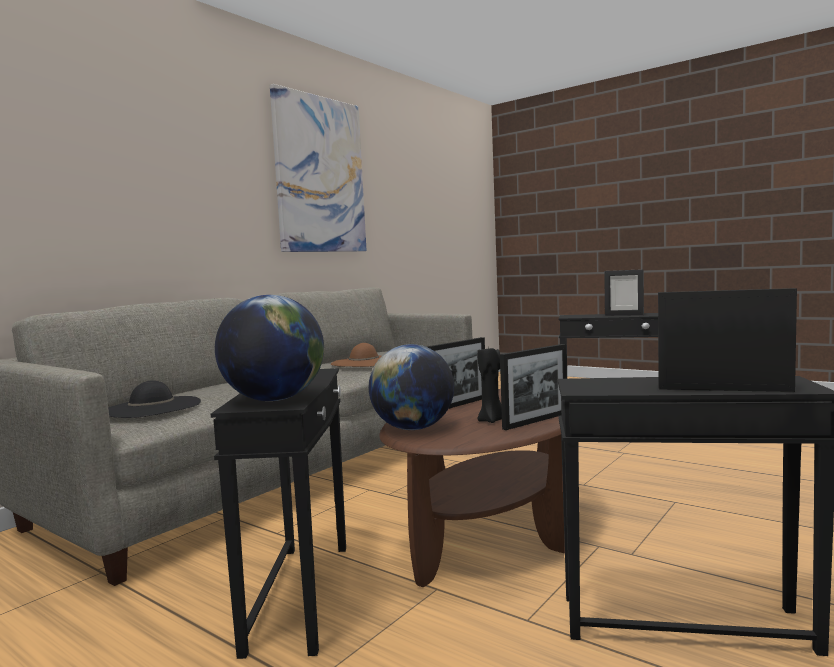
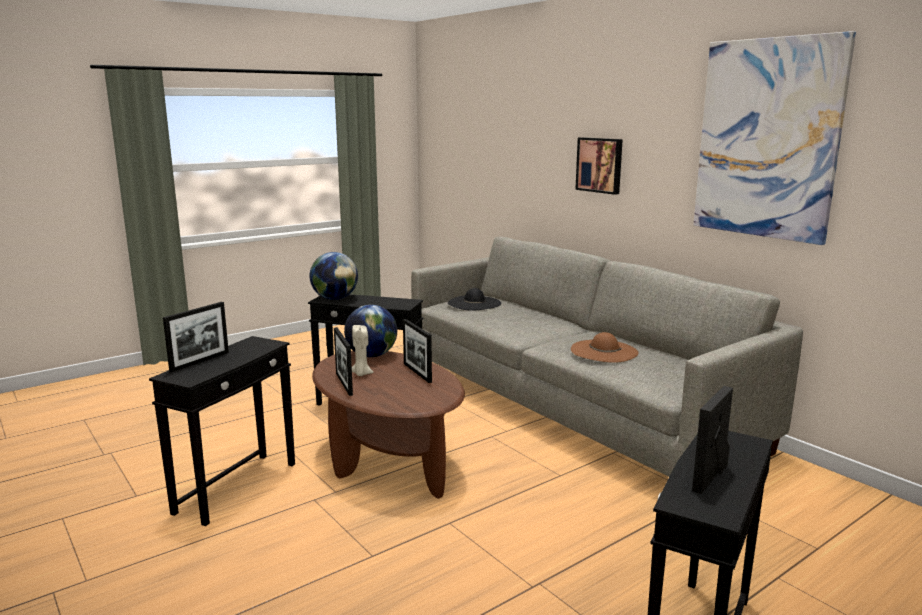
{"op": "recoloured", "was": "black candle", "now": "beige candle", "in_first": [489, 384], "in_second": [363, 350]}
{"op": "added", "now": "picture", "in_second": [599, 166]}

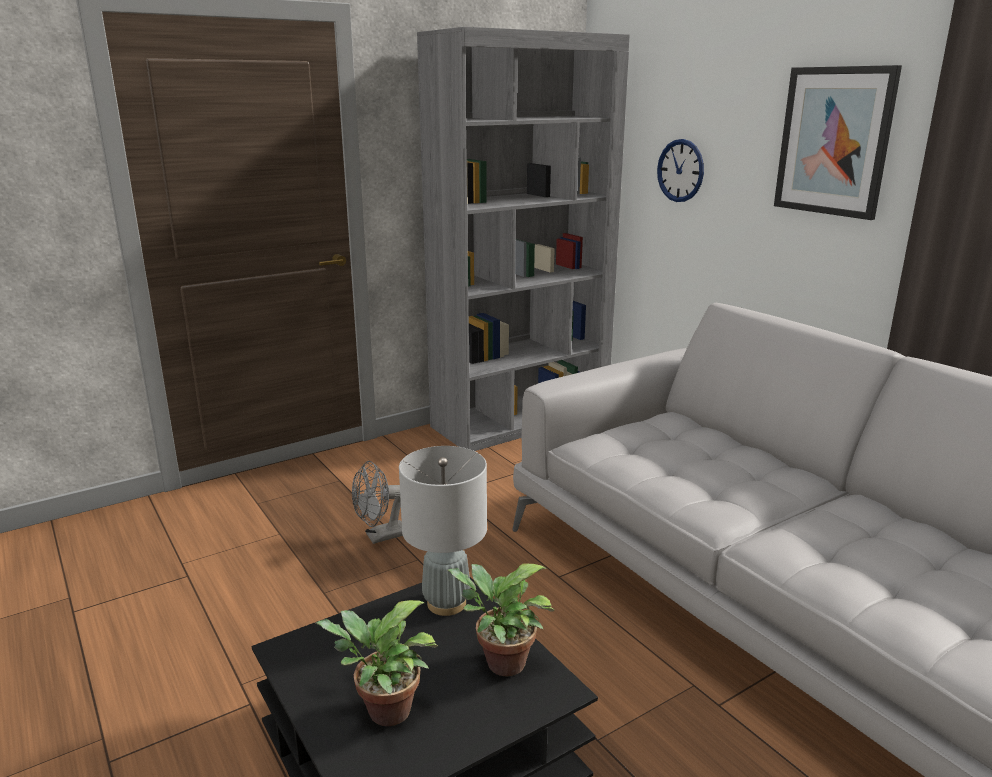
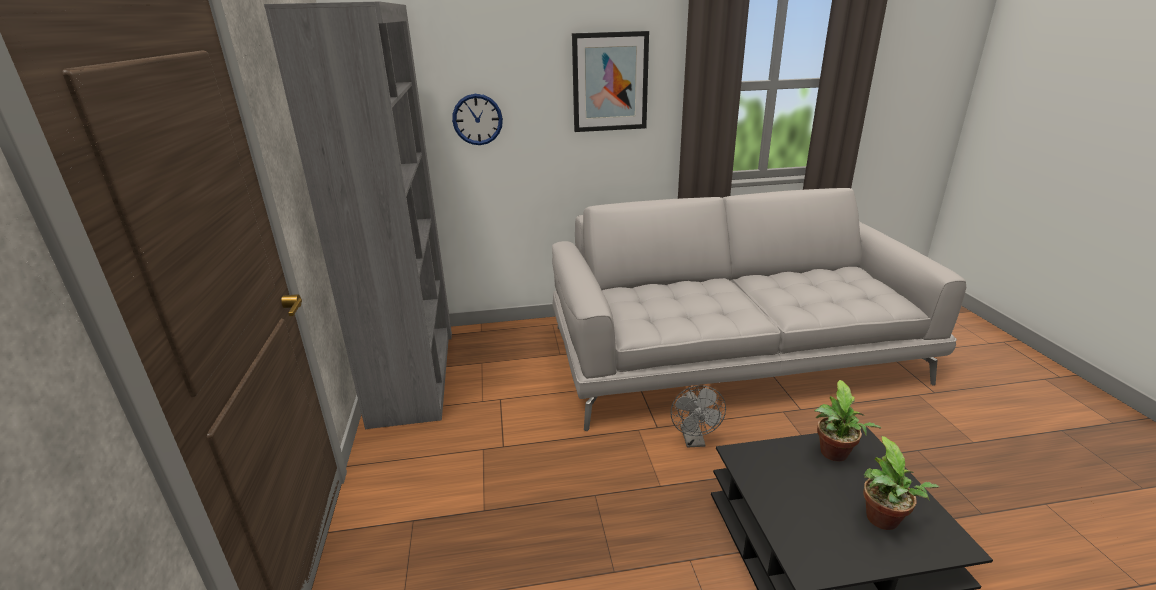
{"op": "moved", "was": "grey fan", "in_first": [377, 502], "in_second": [698, 416]}
{"op": "removed", "was": "grey table lamp", "in_first": [443, 531]}

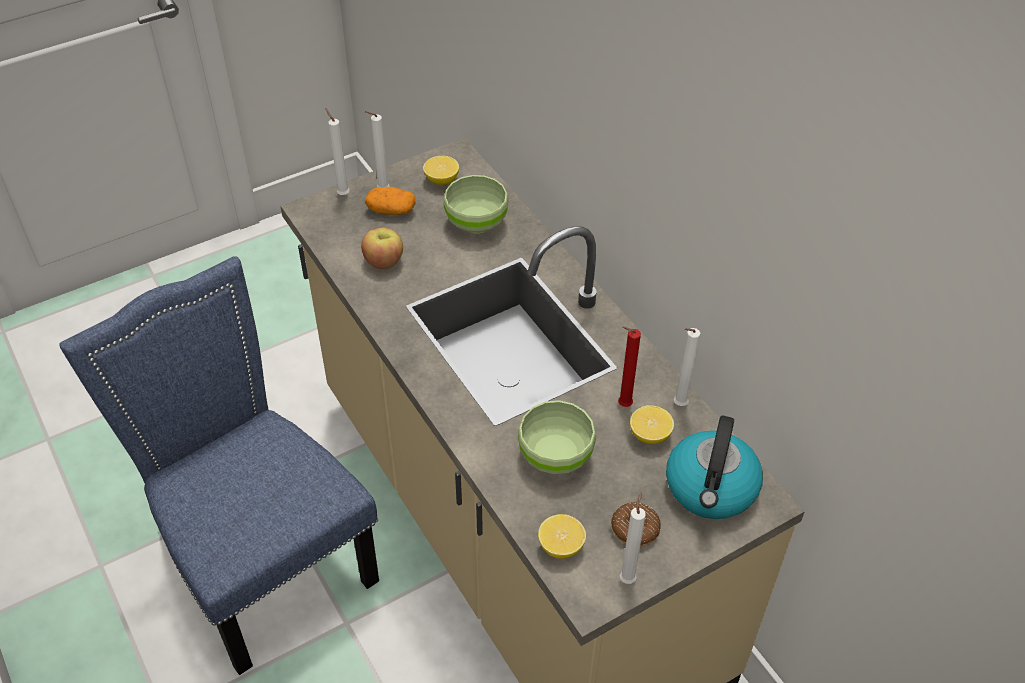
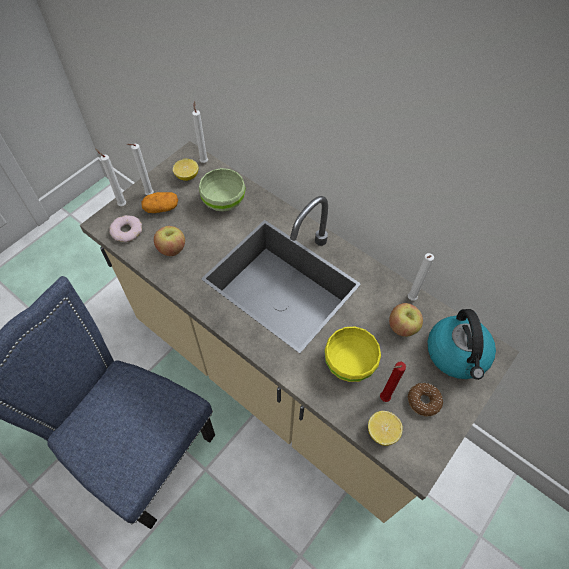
{"op": "added", "now": "donut", "in_second": [125, 228]}
{"op": "moved", "was": "white candle", "in_first": [633, 538], "in_second": [200, 132]}
{"op": "recoloured", "was": "green bowl", "now": "yellow bowl", "in_first": [557, 437], "in_second": [353, 354]}
{"op": "moved", "was": "red candle", "in_first": [629, 366], "in_second": [393, 381]}
{"op": "replaced", "was": "lemon", "now": "apple", "in_first": [652, 424], "in_second": [406, 320]}

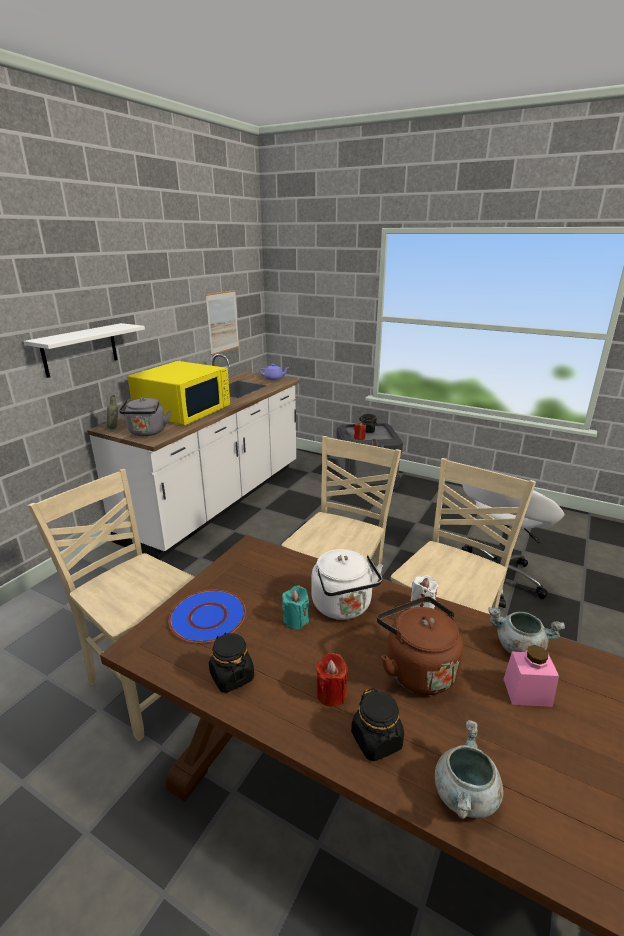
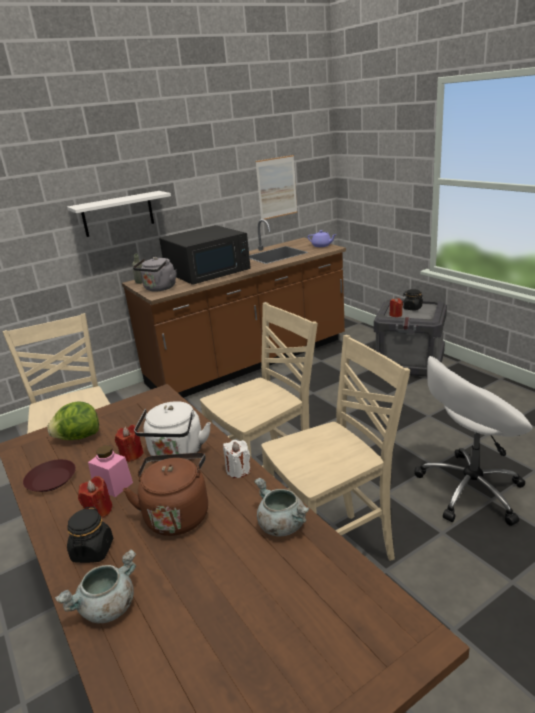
{"op": "replaced", "was": "black jar", "now": "brown plate", "in_first": [231, 663], "in_second": [49, 475]}
{"op": "replaced", "was": "blue plate", "now": "lettuce", "in_first": [207, 616], "in_second": [73, 420]}
{"op": "moved", "was": "pink jar", "in_first": [531, 676], "in_second": [110, 471]}
{"op": "recoloured", "was": "turquoise candle", "now": "red candle", "in_first": [295, 607], "in_second": [129, 443]}
{"op": "recoloured", "was": "white counter", "now": "brown counter", "in_first": [193, 456], "in_second": [234, 308]}
{"op": "recoloured", "was": "yellow microwave", "now": "black microwave", "in_first": [178, 393], "in_second": [205, 255]}

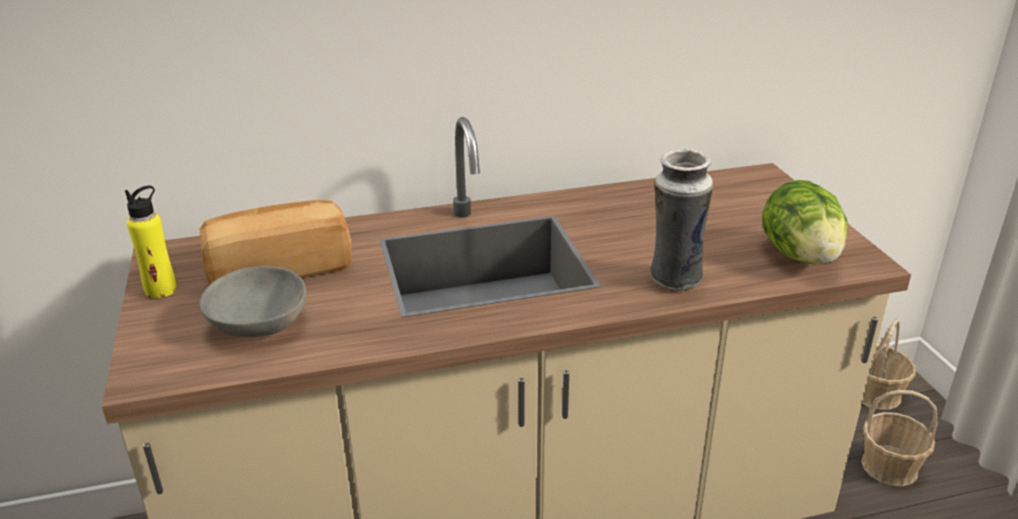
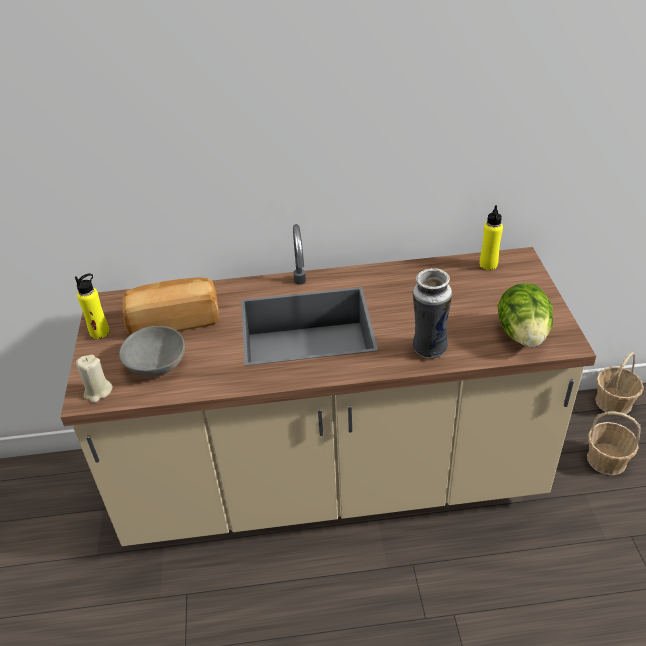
{"op": "added", "now": "beige candle", "in_second": [94, 378]}
{"op": "added", "now": "yellow bottle", "in_second": [491, 237]}

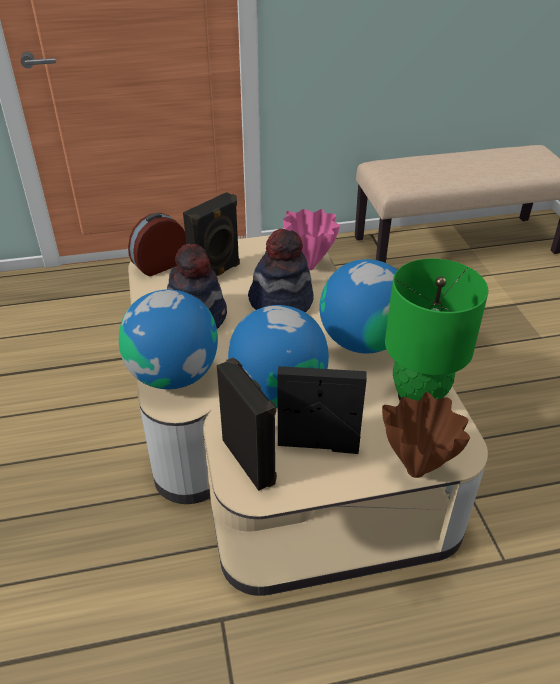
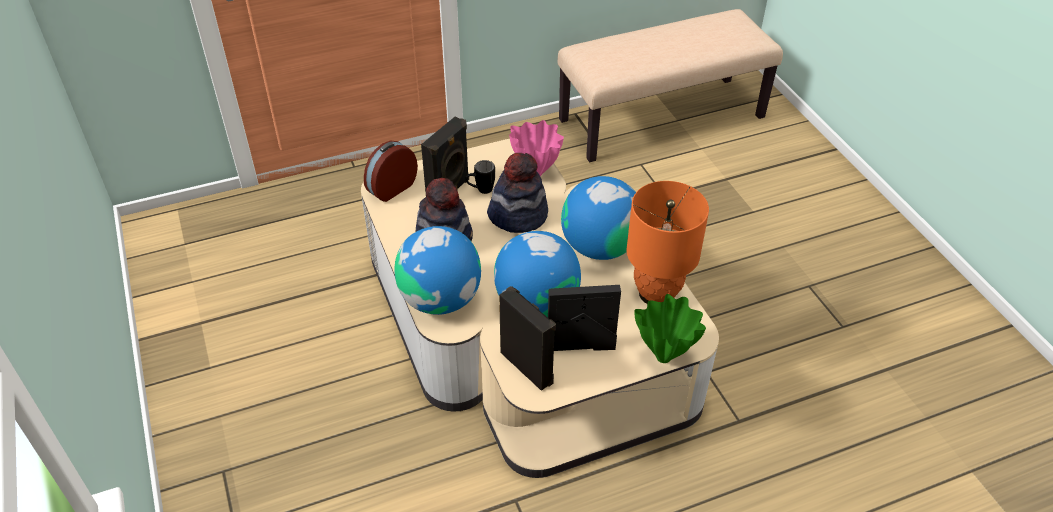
{"op": "added", "now": "black mug", "in_second": [480, 177]}
{"op": "recoloured", "was": "green table lamp", "now": "orange table lamp", "in_first": [436, 329], "in_second": [668, 242]}
{"op": "recoloured", "was": "brown vase", "now": "green vase", "in_first": [426, 435], "in_second": [670, 328]}

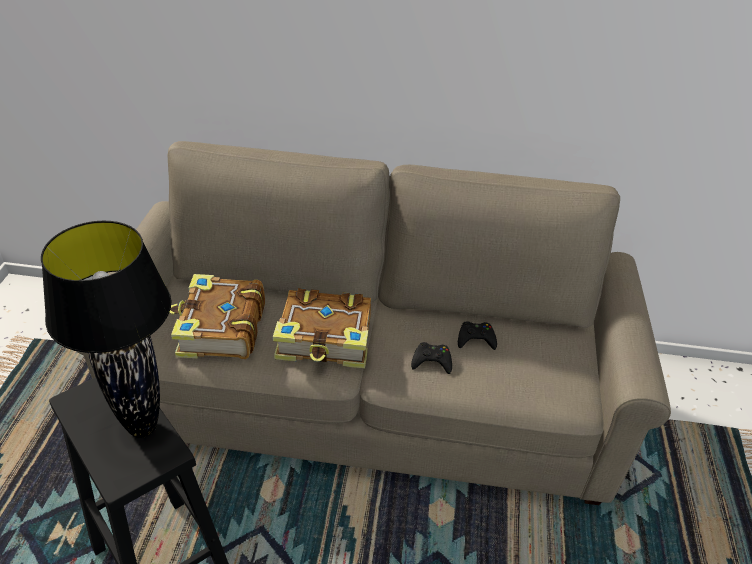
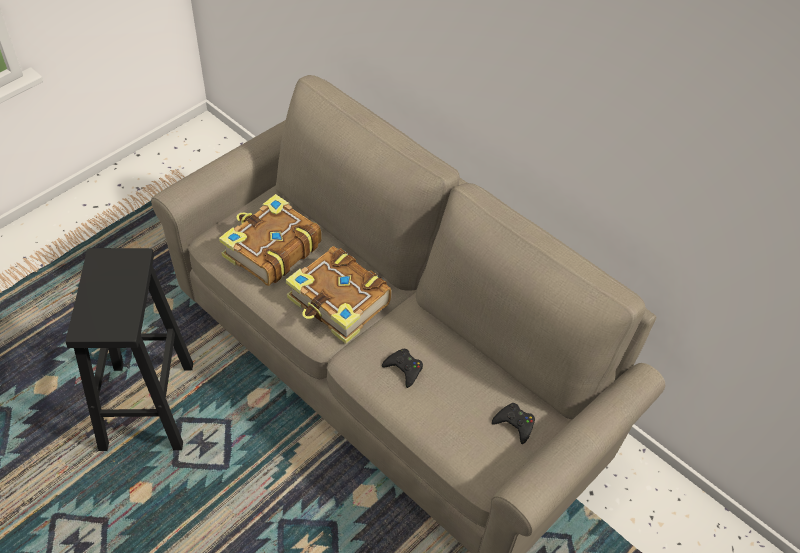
{"op": "moved", "was": "black game controller", "in_first": [477, 336], "in_second": [513, 423]}
{"op": "removed", "was": "black table lamp", "in_first": [106, 329]}

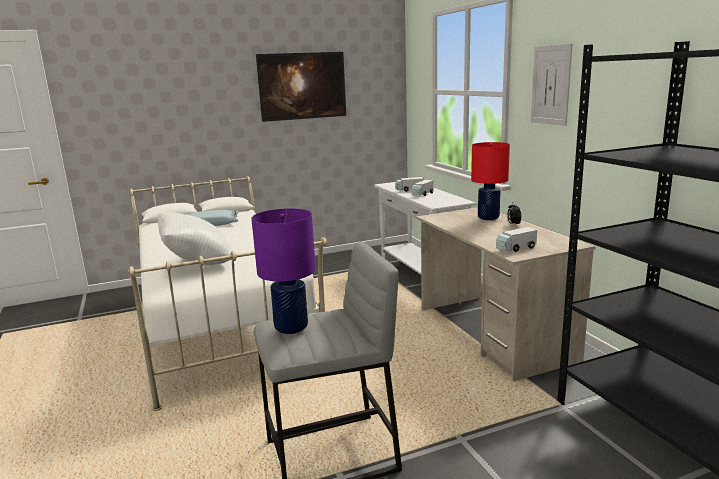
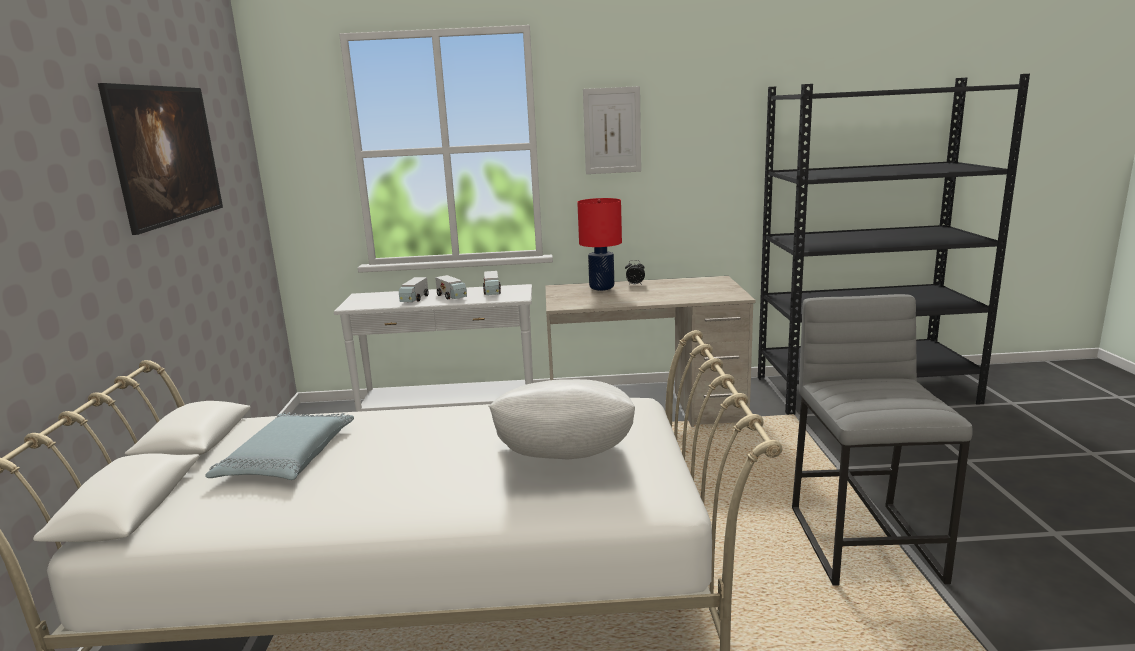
{"op": "moved", "was": "toy truck", "in_first": [516, 239], "in_second": [492, 283]}
{"op": "removed", "was": "purple table lamp", "in_first": [283, 271]}

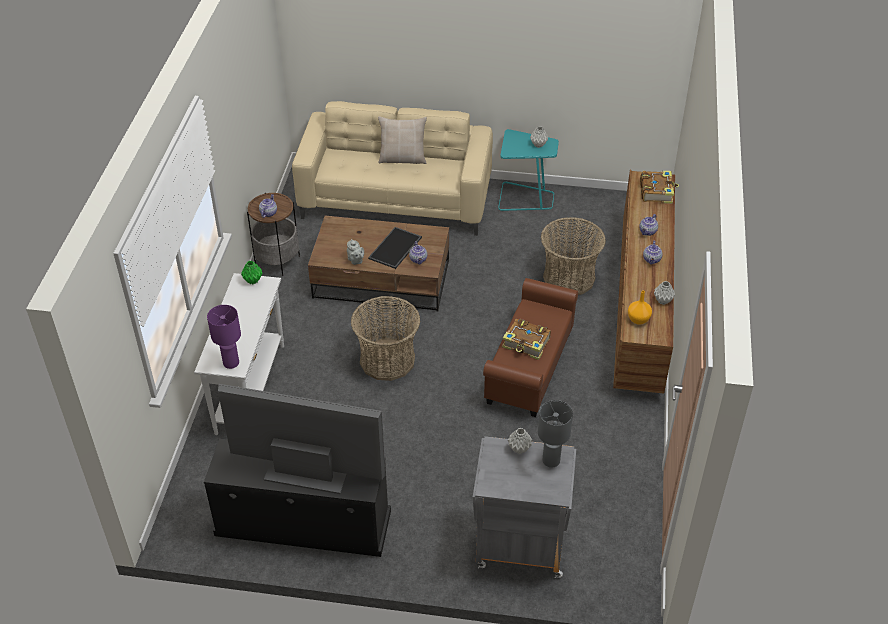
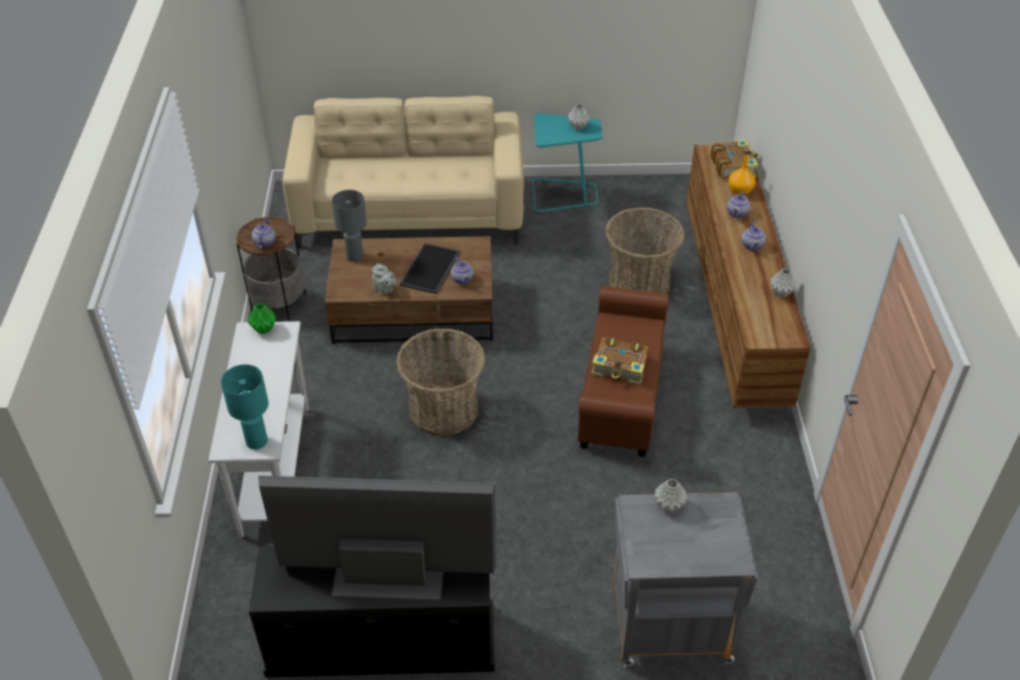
{"op": "recoloured", "was": "purple table lamp", "now": "turquoise table lamp", "in_first": [224, 337], "in_second": [245, 406]}
{"op": "moved", "was": "grey table lamp", "in_first": [555, 434], "in_second": [349, 226]}
{"op": "moved", "was": "orange vase", "in_first": [640, 308], "in_second": [742, 175]}
{"op": "removed", "was": "beige pillow", "in_first": [402, 140]}

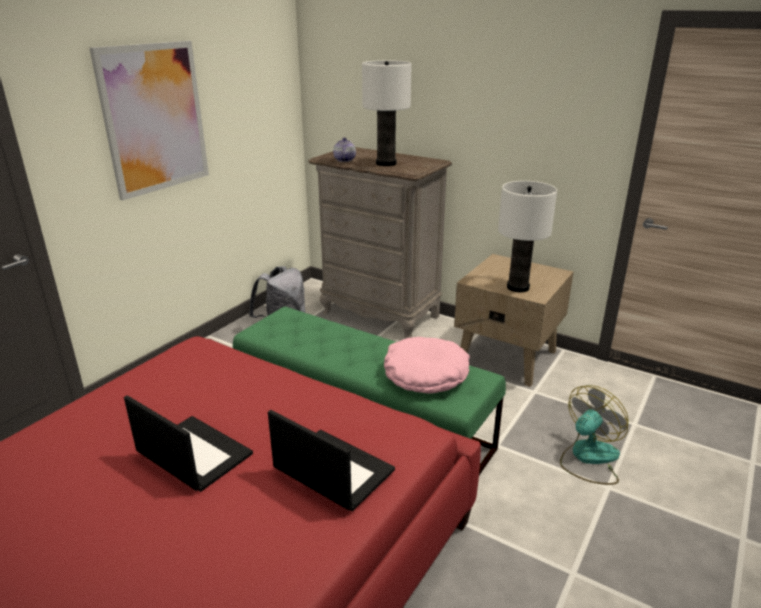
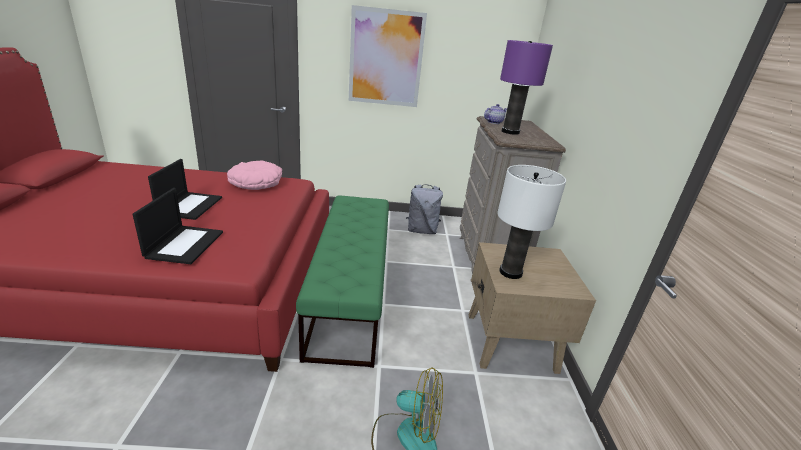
{"op": "moved", "was": "pink pillow", "in_first": [427, 365], "in_second": [254, 175]}
{"op": "recoloured", "was": "white table lamp", "now": "purple table lamp", "in_first": [387, 113], "in_second": [526, 87]}

